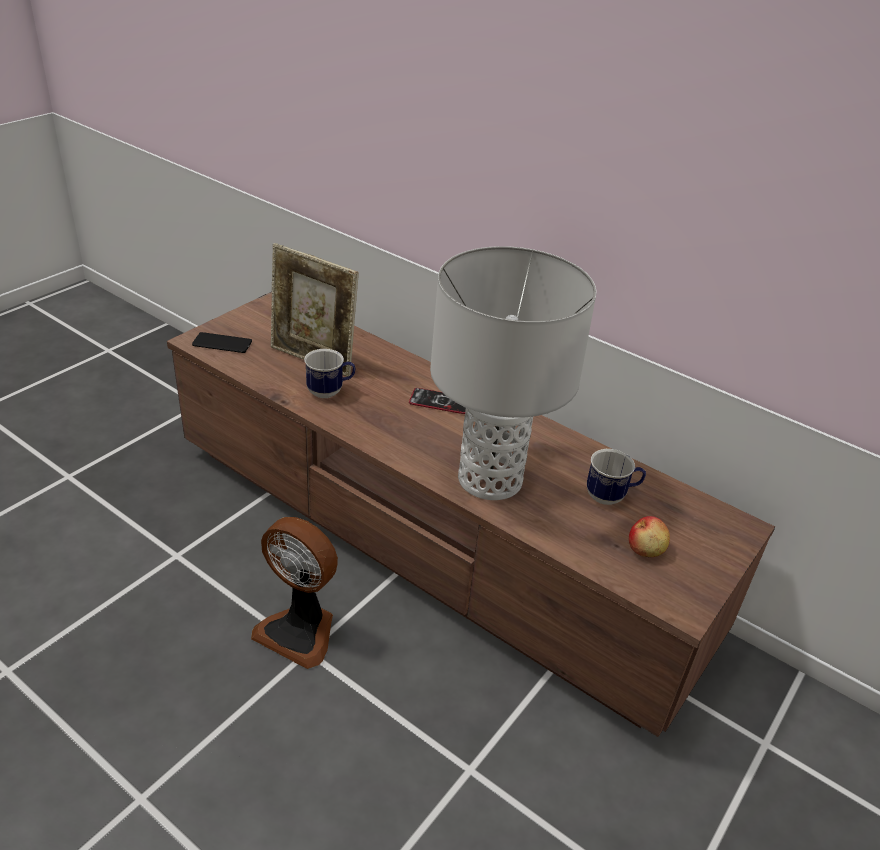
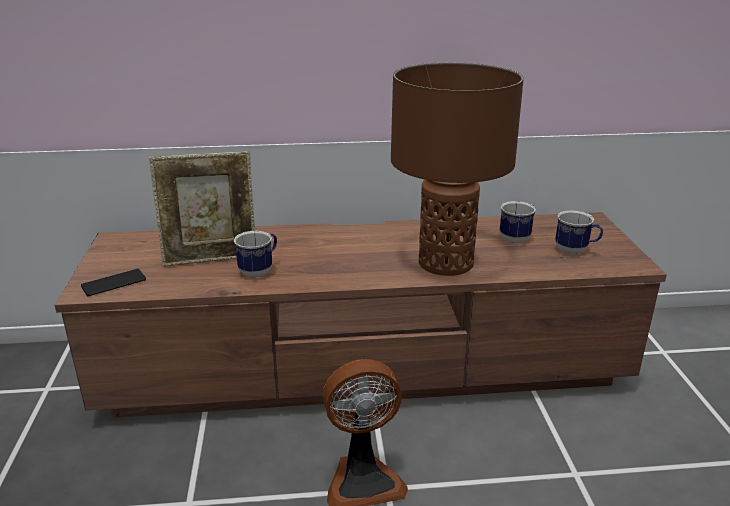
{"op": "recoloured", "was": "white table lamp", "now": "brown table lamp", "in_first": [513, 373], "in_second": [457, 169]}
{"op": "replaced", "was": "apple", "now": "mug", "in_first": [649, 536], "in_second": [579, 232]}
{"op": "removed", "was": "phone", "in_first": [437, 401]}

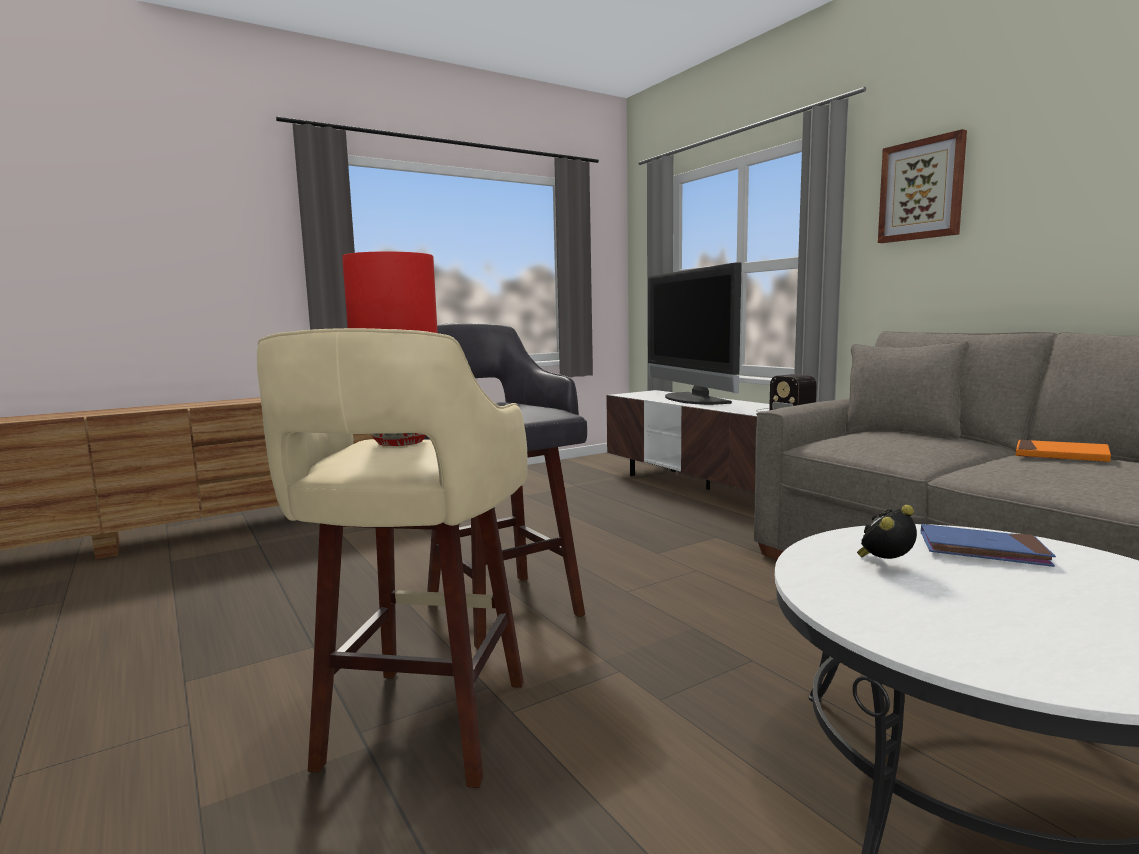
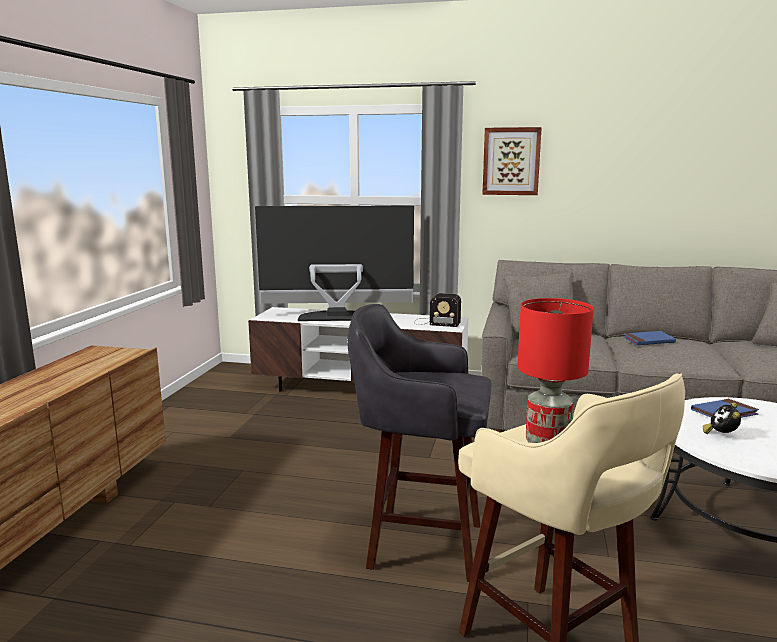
{"op": "turned", "was": "television", "in_first": [695, 333], "in_second": [334, 263], "clockwise": 150}
{"op": "recoloured", "was": "orange book", "now": "blue book", "in_first": [1063, 451], "in_second": [649, 338]}

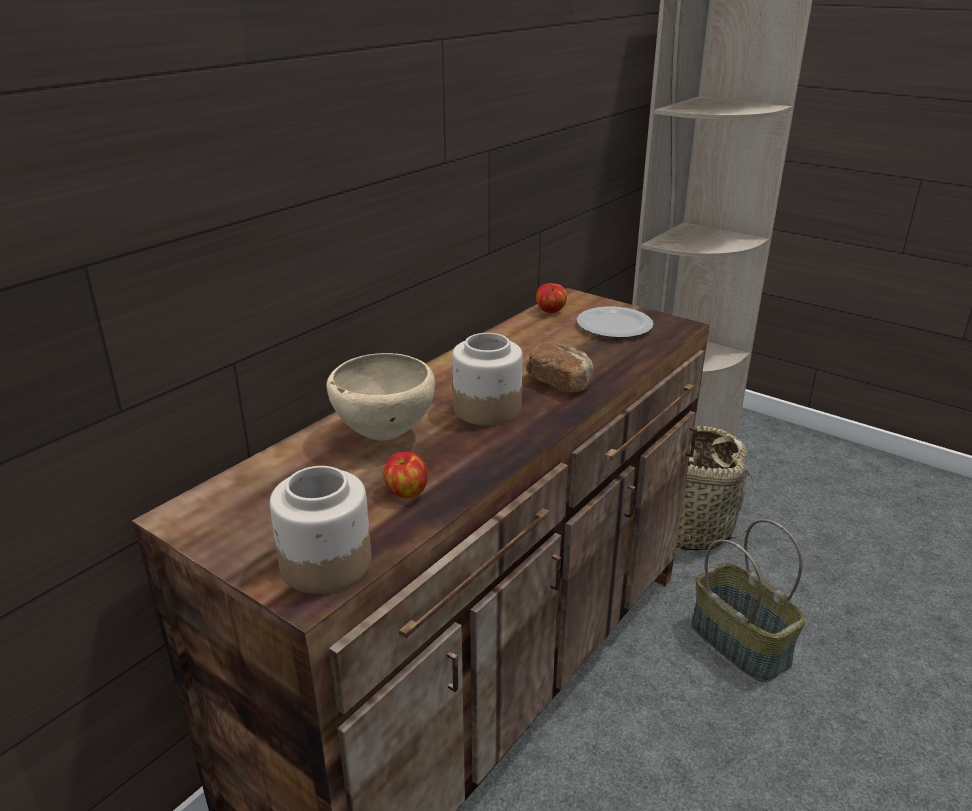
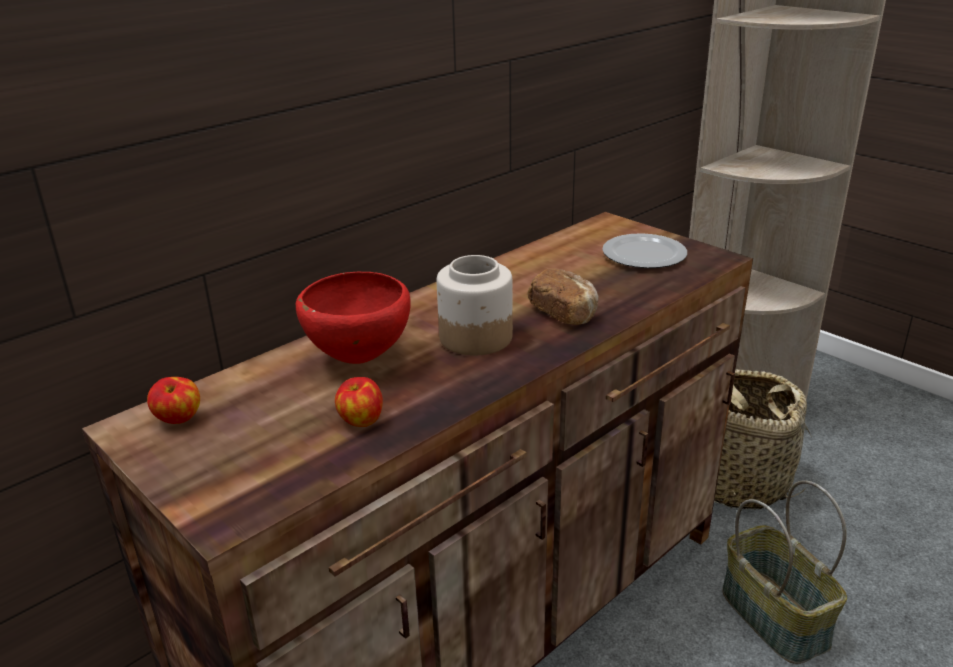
{"op": "moved", "was": "apple", "in_first": [551, 298], "in_second": [173, 400]}
{"op": "recoloured", "was": "beige bowl", "now": "red bowl", "in_first": [380, 396], "in_second": [353, 318]}
{"op": "removed", "was": "jar", "in_first": [320, 530]}

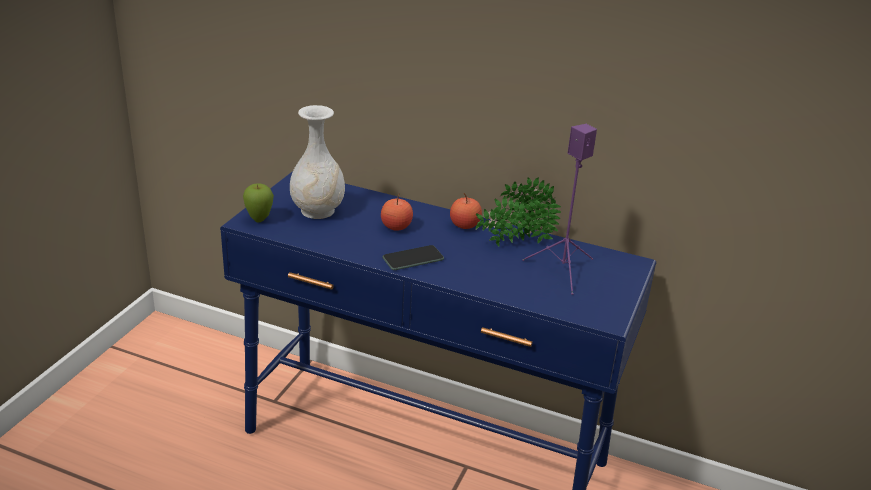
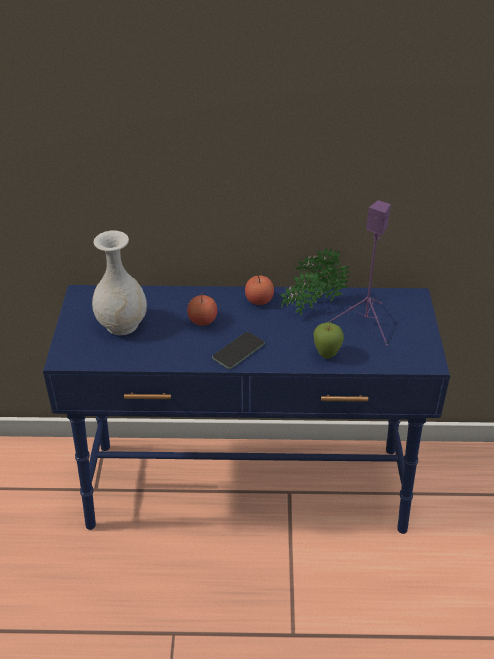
{"op": "moved", "was": "apple", "in_first": [258, 202], "in_second": [328, 340]}

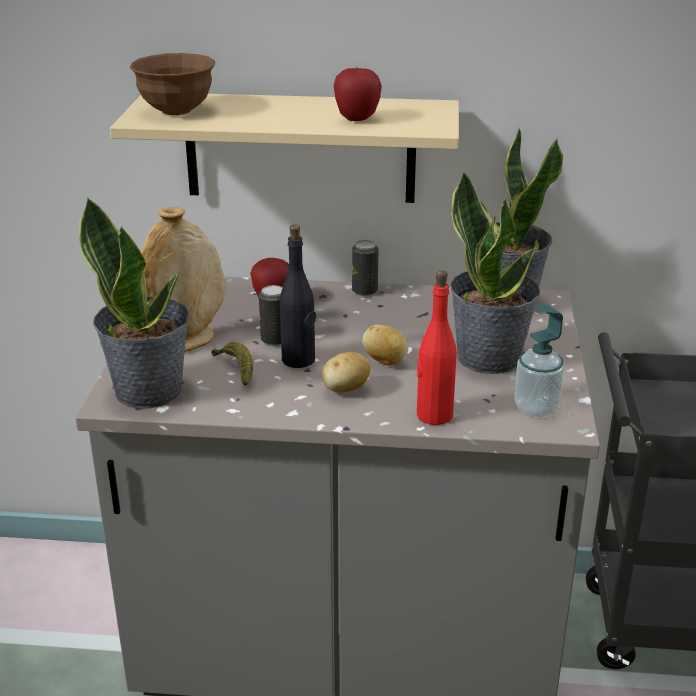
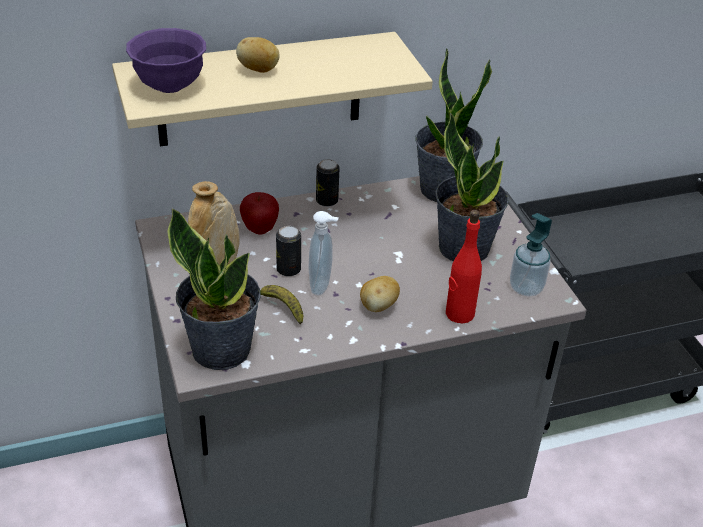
{"op": "recoloured", "was": "brown bowl", "now": "purple bowl", "in_first": [172, 84], "in_second": [166, 60]}
{"op": "moved", "was": "potato", "in_first": [385, 345], "in_second": [258, 55]}
{"op": "replaced", "was": "black bottle", "now": "soap dispenser", "in_first": [298, 296], "in_second": [324, 253]}
{"op": "removed", "was": "apple", "in_first": [358, 94]}

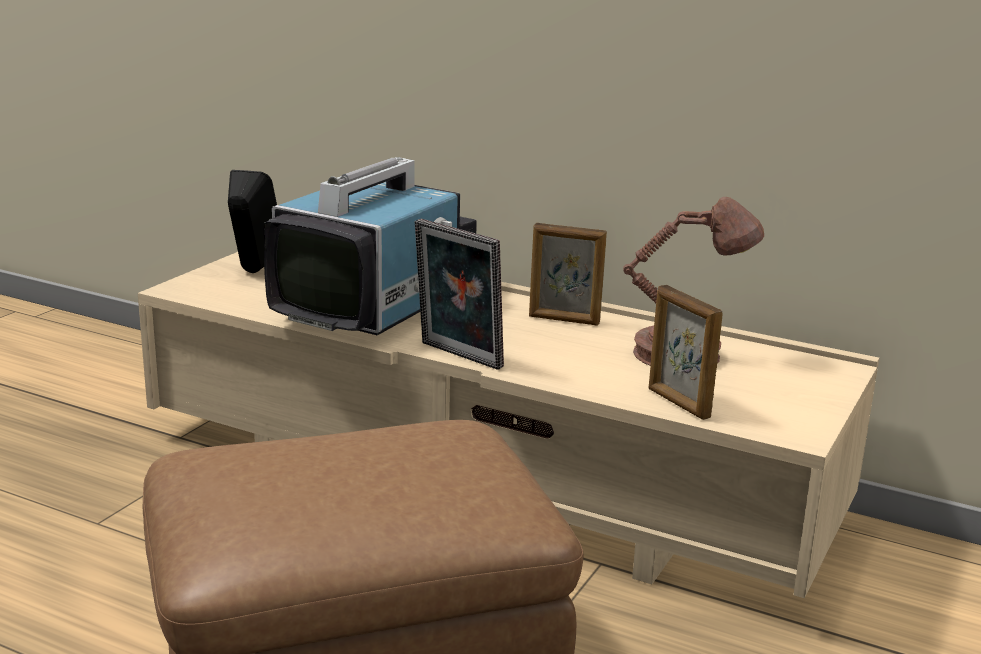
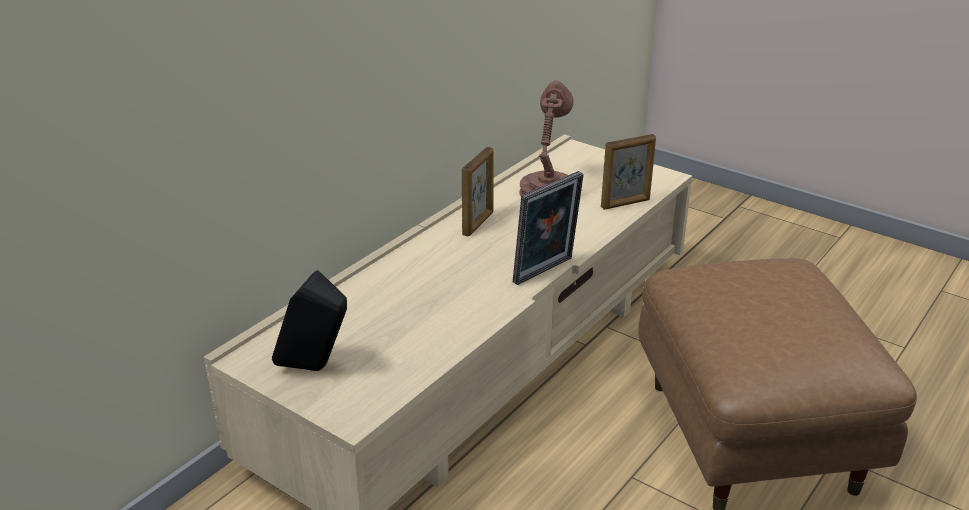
{"op": "removed", "was": "television", "in_first": [370, 246]}

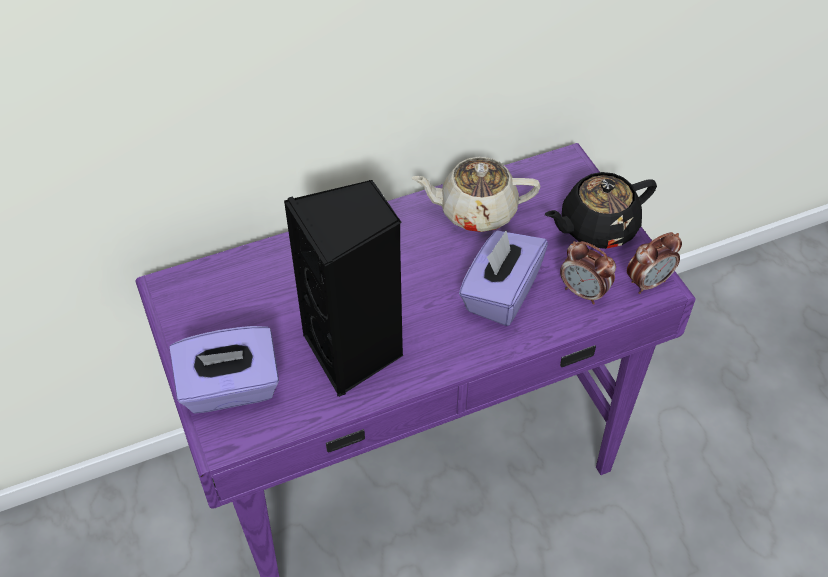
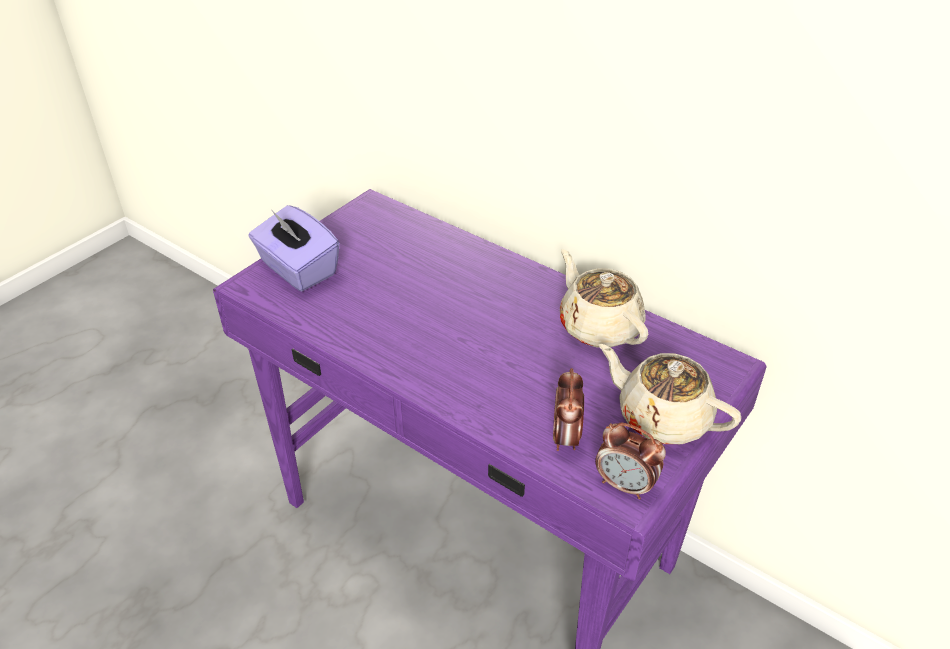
{"op": "recoloured", "was": "black teapot", "now": "beige teapot", "in_first": [601, 210], "in_second": [670, 394]}
{"op": "removed", "was": "black speaker", "in_first": [344, 288]}
{"op": "removed", "was": "purple tissue box", "in_first": [503, 278]}

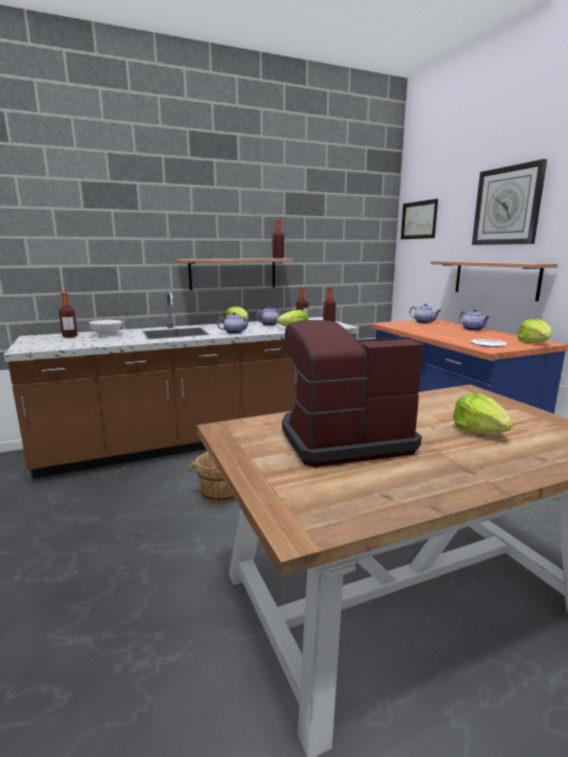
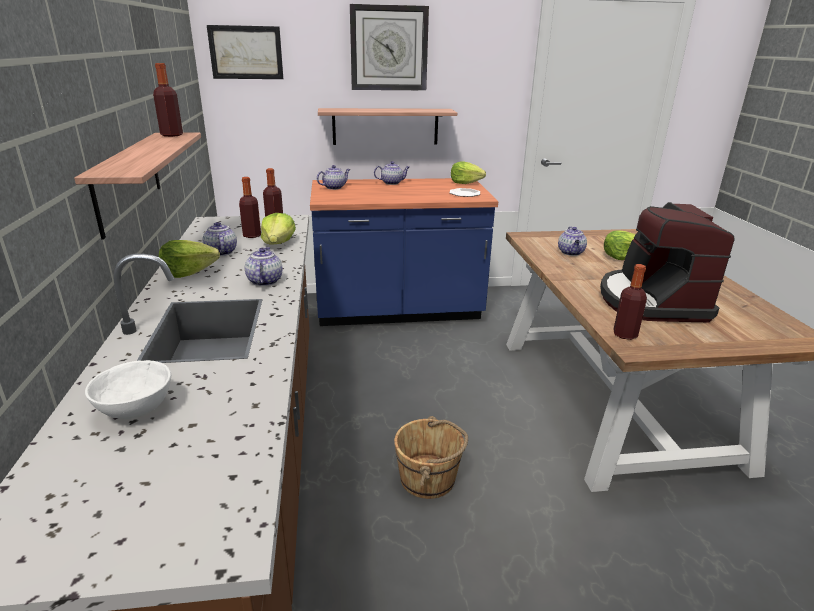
{"op": "added", "now": "teapot", "in_second": [572, 241]}
{"op": "moved", "was": "bottle", "in_first": [68, 315], "in_second": [630, 302]}

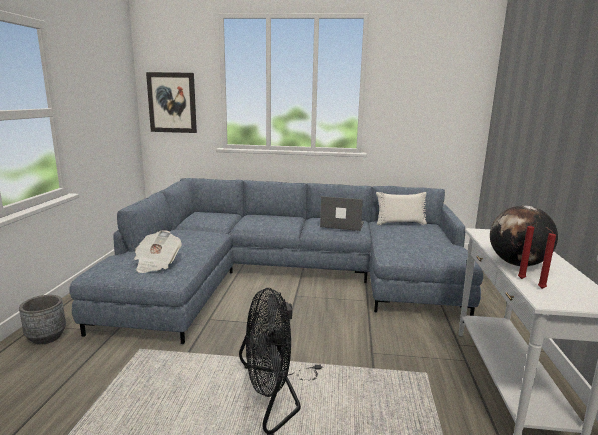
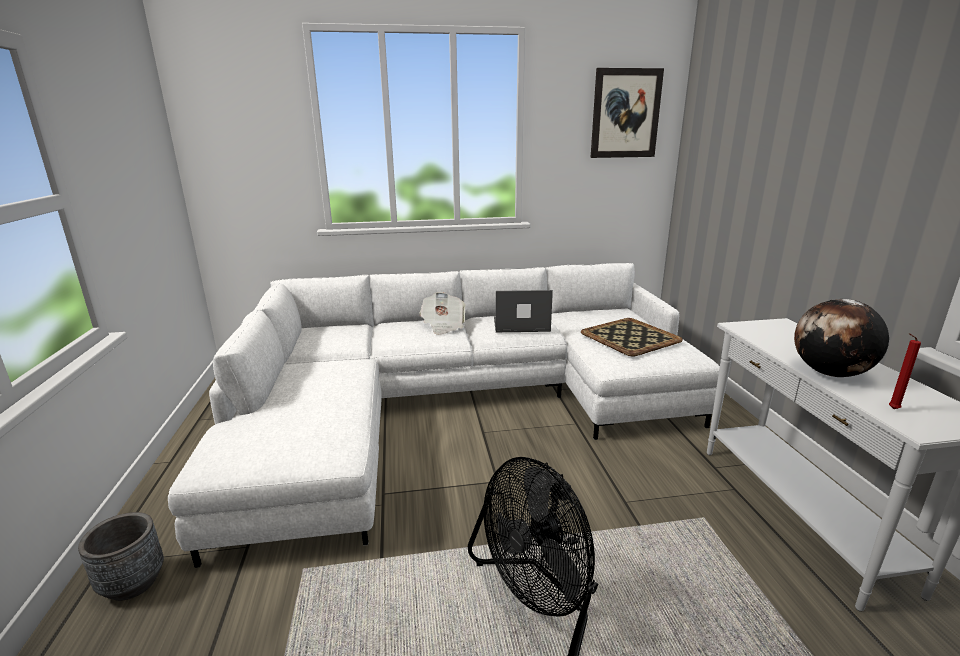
{"op": "recoloured", "was": "blue sofa", "now": "white sofa", "in_first": [276, 261], "in_second": [444, 415]}
{"op": "moved", "was": "newspaper", "in_first": [158, 251], "in_second": [442, 313]}
{"op": "added", "now": "tray", "in_second": [632, 337]}
{"op": "moved", "was": "picture", "in_first": [171, 102], "in_second": [627, 113]}
{"op": "removed", "was": "white pillow", "in_first": [401, 208]}
{"op": "removed", "was": "red candle", "in_first": [527, 251]}

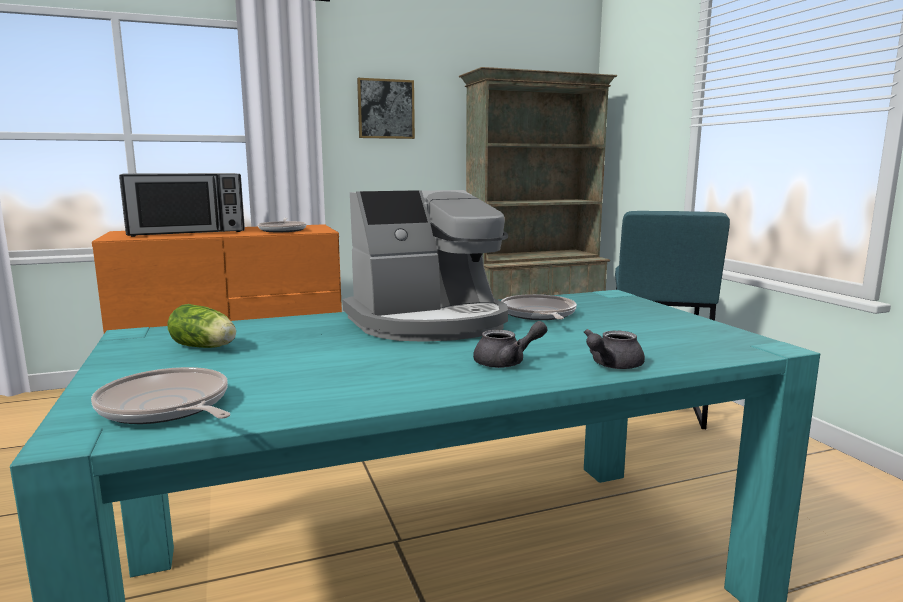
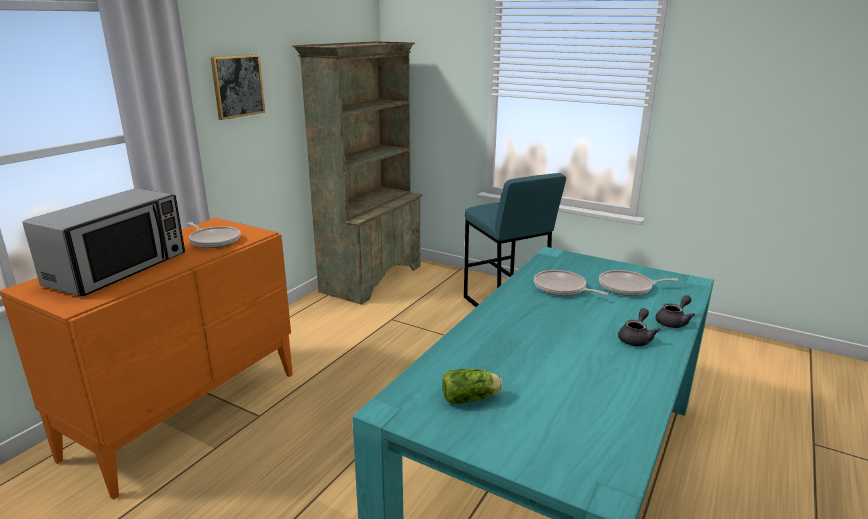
{"op": "moved", "was": "frying pan", "in_first": [160, 395], "in_second": [639, 283]}
{"op": "turned", "was": "grey teapot", "in_first": [614, 349], "in_second": [675, 311], "clockwise": -135}
{"op": "removed", "was": "coffee machine", "in_first": [425, 266]}

